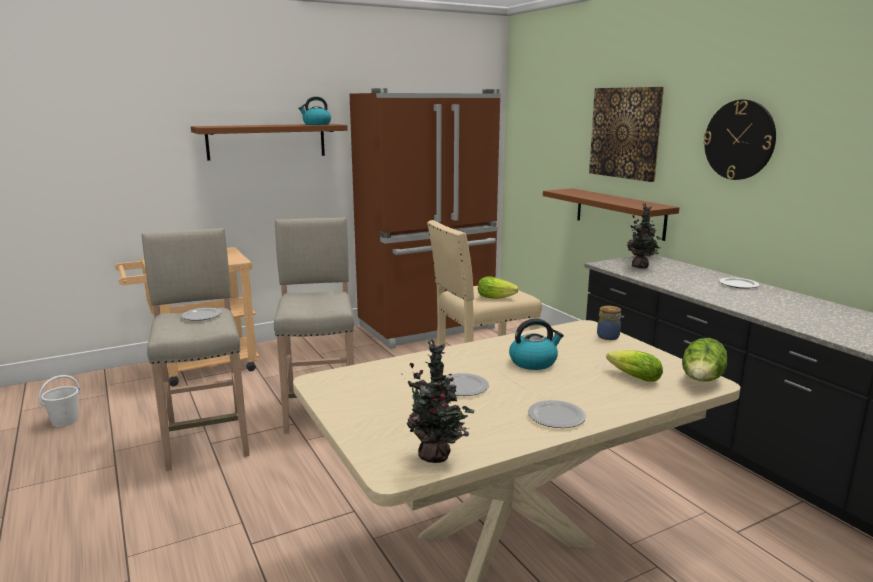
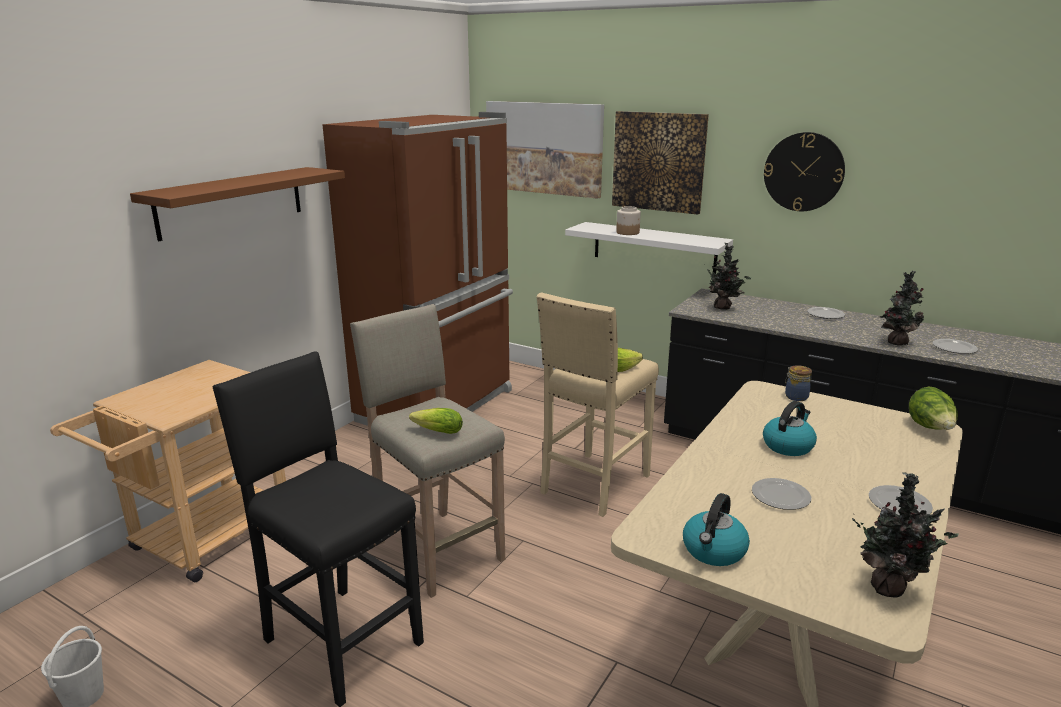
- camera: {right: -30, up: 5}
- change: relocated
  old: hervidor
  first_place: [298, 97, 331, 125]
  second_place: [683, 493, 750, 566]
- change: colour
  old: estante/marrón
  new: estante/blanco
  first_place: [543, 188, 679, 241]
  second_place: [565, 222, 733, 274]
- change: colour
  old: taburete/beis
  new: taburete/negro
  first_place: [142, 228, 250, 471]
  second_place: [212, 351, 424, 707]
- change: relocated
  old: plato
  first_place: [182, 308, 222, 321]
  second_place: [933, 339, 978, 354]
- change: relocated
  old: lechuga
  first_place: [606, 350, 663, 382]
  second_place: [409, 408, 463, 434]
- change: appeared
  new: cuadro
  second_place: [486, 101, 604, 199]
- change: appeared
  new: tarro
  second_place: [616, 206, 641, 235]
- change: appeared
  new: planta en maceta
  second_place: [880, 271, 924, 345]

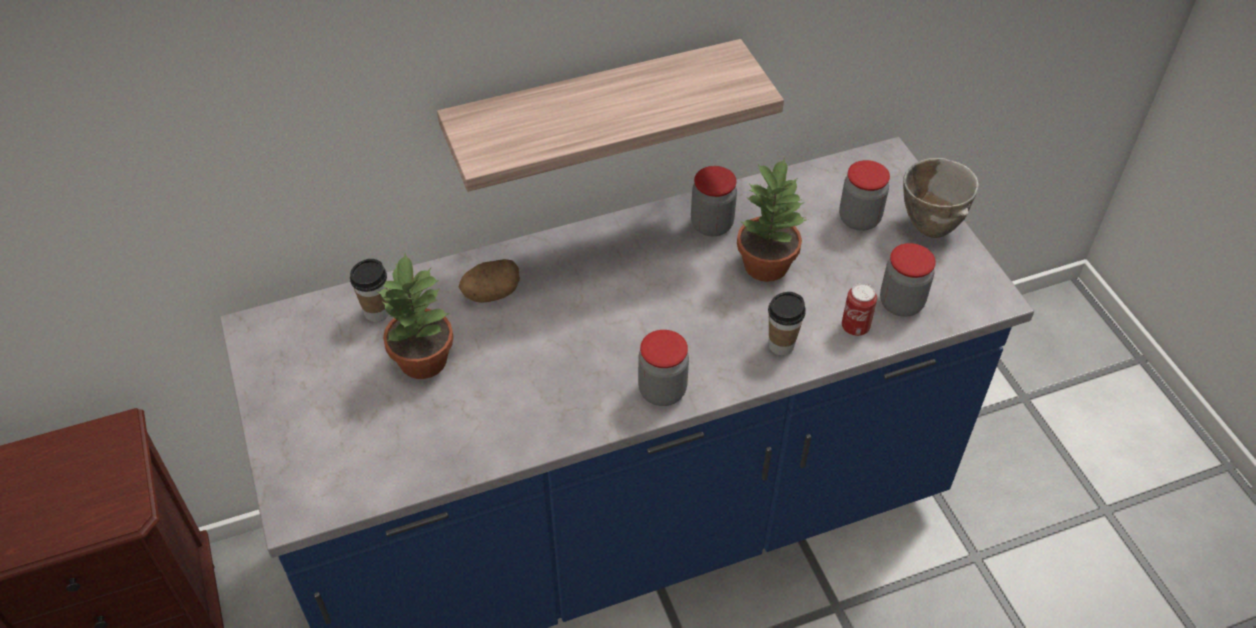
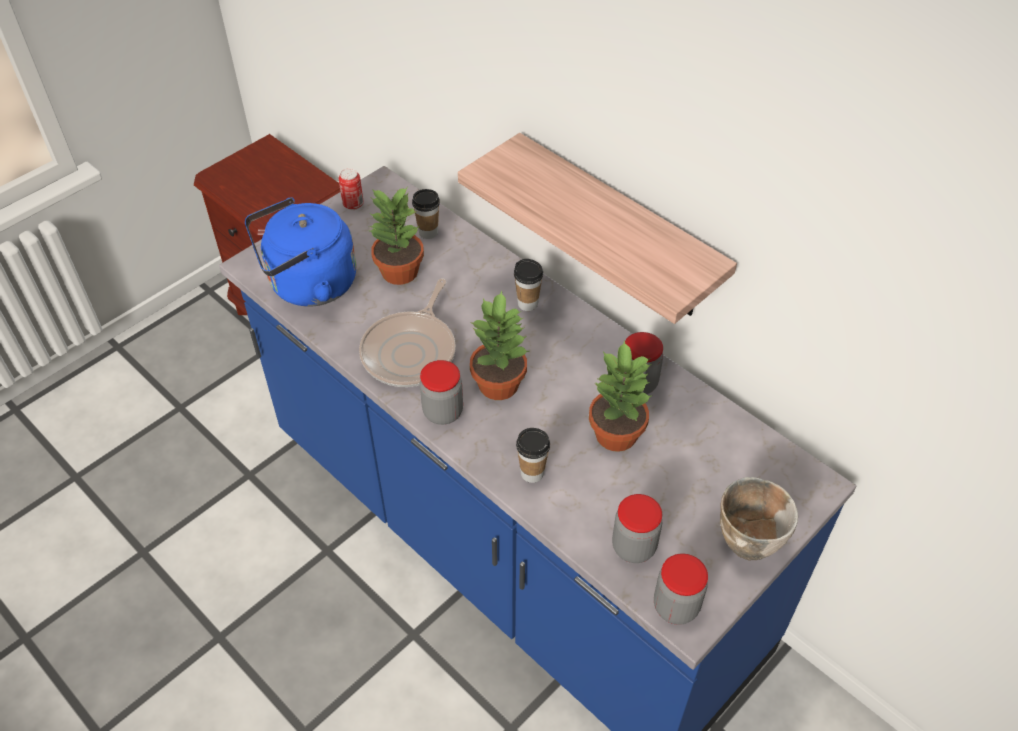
- camera: {right: 65, up: 0}
- change: relocated
  old: tarro
  first_place: [839, 160, 890, 231]
  second_place: [654, 553, 708, 625]
- change: missing
  old: patata
  first_place: [459, 259, 520, 303]
- change: relocated
  old: lata
  first_place: [842, 283, 877, 336]
  second_place: [339, 168, 364, 210]
- change: appeared
  new: hervidor/azul
  second_place: [245, 197, 356, 307]
- change: appeared
  new: taza
  second_place: [514, 259, 543, 311]
- change: appeared
  new: sartén
  second_place: [359, 279, 456, 387]
- change: appeared
  new: planta en maceta
  second_place: [470, 291, 529, 400]

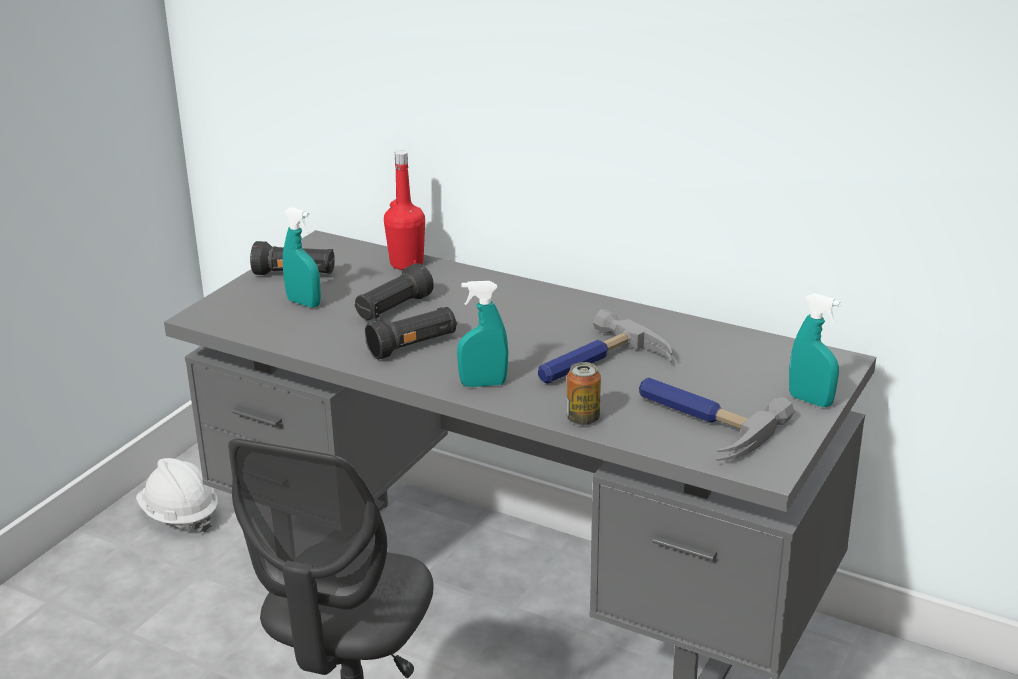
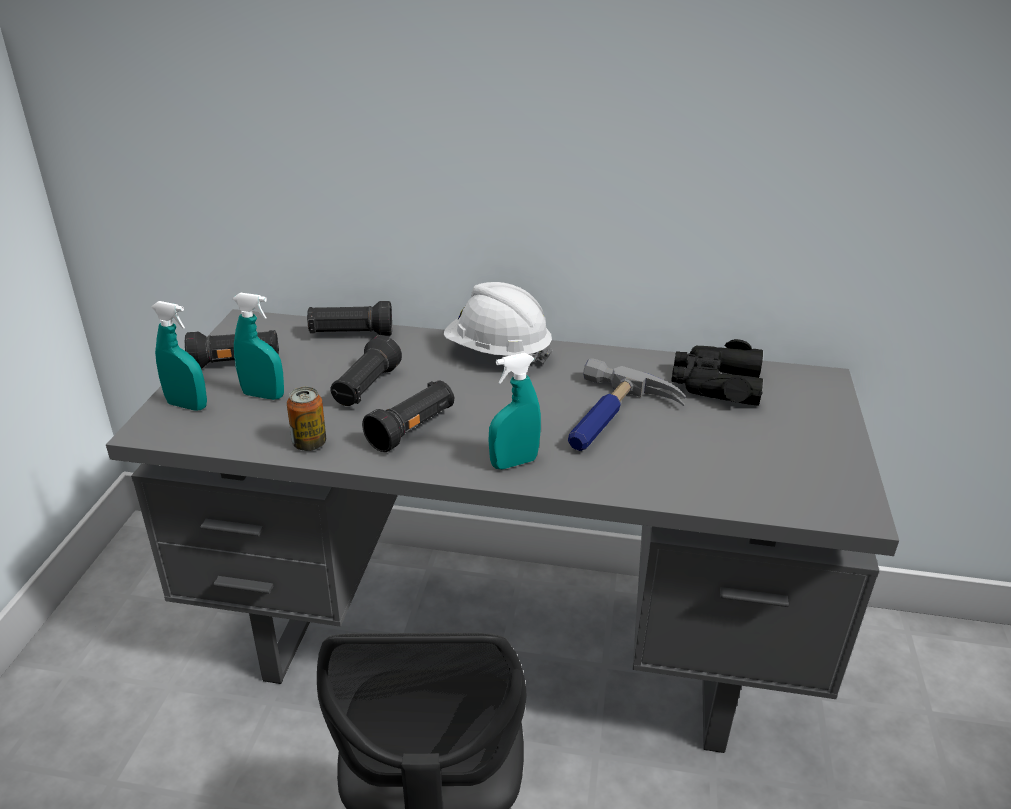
- camera: {right: -20, up: 5}
- change: exchanged
  old: botella/rojo
  new: linterna/negro
  first_place: [384, 150, 425, 270]
  second_place: [307, 301, 392, 336]
- change: relocated
  old: pulverizador/turquesa
  first_place: [789, 293, 841, 407]
  second_place: [151, 301, 207, 411]
- change: relocated
  old: lata
  first_place: [566, 362, 601, 425]
  second_place: [287, 387, 326, 451]
- change: missing
  old: martillo
  first_place: [639, 377, 795, 461]
- change: relocated
  old: casco/blanco
  first_place: [136, 458, 218, 532]
  second_place: [444, 282, 553, 364]
- change: appeared
  new: prismáticos/negro
  second_place: [671, 339, 763, 406]

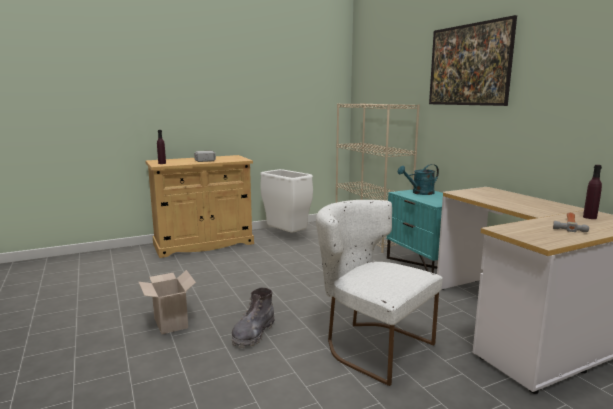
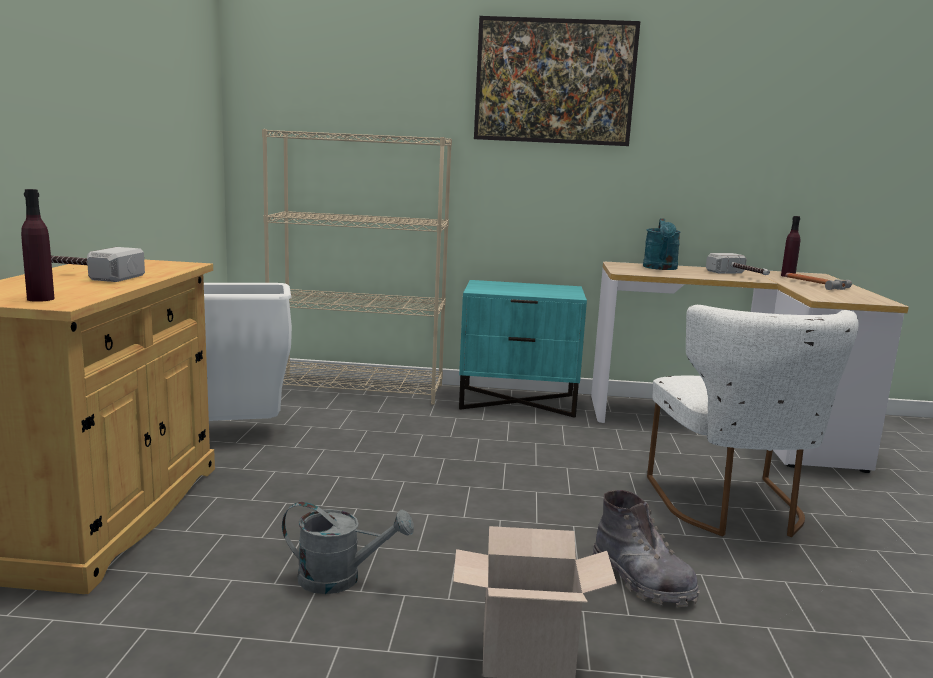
- camera: {right: -60, up: 0}
- change: relocated
  old: regadera/turquesa
  first_place: [398, 164, 439, 195]
  second_place: [643, 218, 681, 270]
- change: spun
  old: silla/blanco
  first_place: [316, 200, 443, 386]
  second_place: [647, 305, 859, 537]
  degrees: -75
- change: appeared
  new: martillo
  second_place: [706, 253, 770, 275]
- change: appeared
  new: regadera/gris
  second_place: [282, 502, 414, 594]

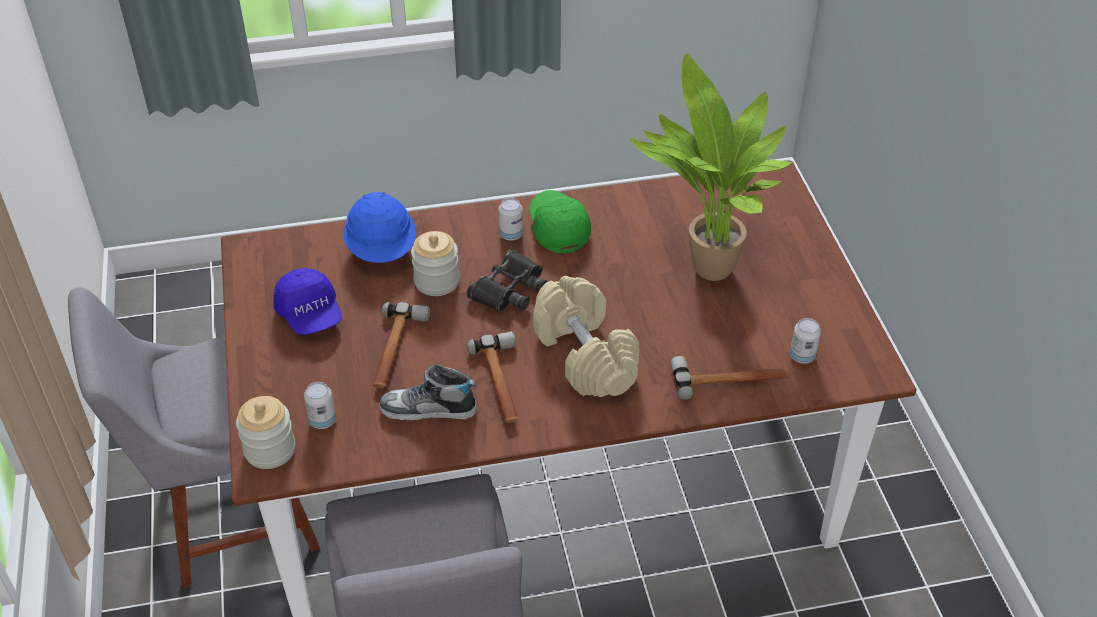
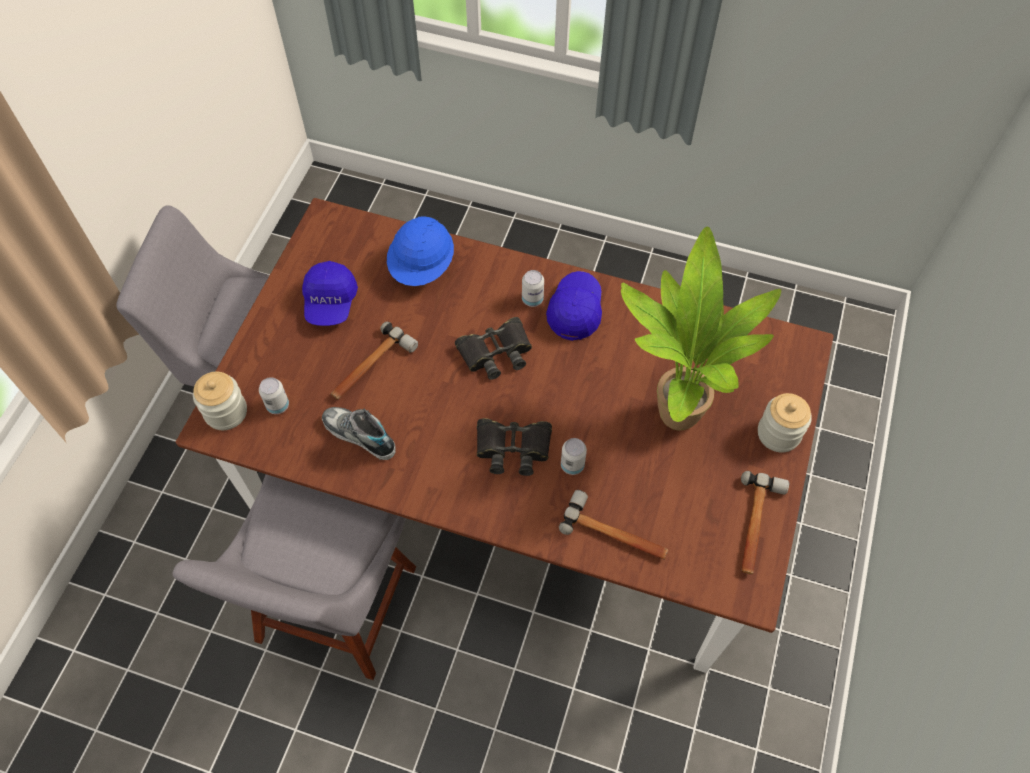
- camera: {right: 30, up: 15}
- change: colour
  old: gorra/verde
  new: gorra/azul
  first_place: [529, 190, 591, 253]
  second_place: [546, 271, 602, 341]
- change: relocated
  old: tarro
  first_place: [411, 231, 460, 296]
  second_place: [758, 393, 812, 452]
- change: exchanged
  old: mancuerna/beis
  new: prismáticos/negro
  first_place: [533, 276, 639, 397]
  second_place: [477, 418, 552, 476]
- change: relocated
  old: lata
  first_place: [790, 318, 821, 364]
  second_place: [561, 438, 587, 475]
- change: relocated
  old: martillo
  first_place: [466, 332, 518, 423]
  second_place: [741, 471, 789, 574]

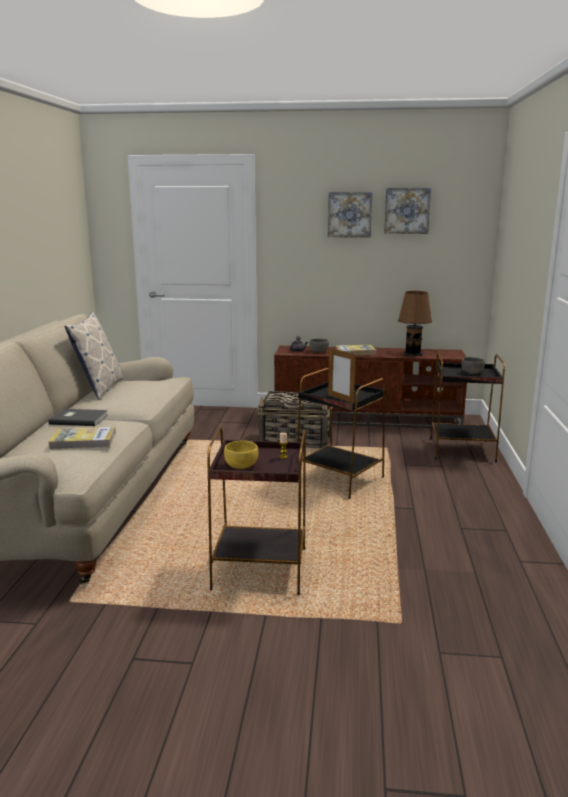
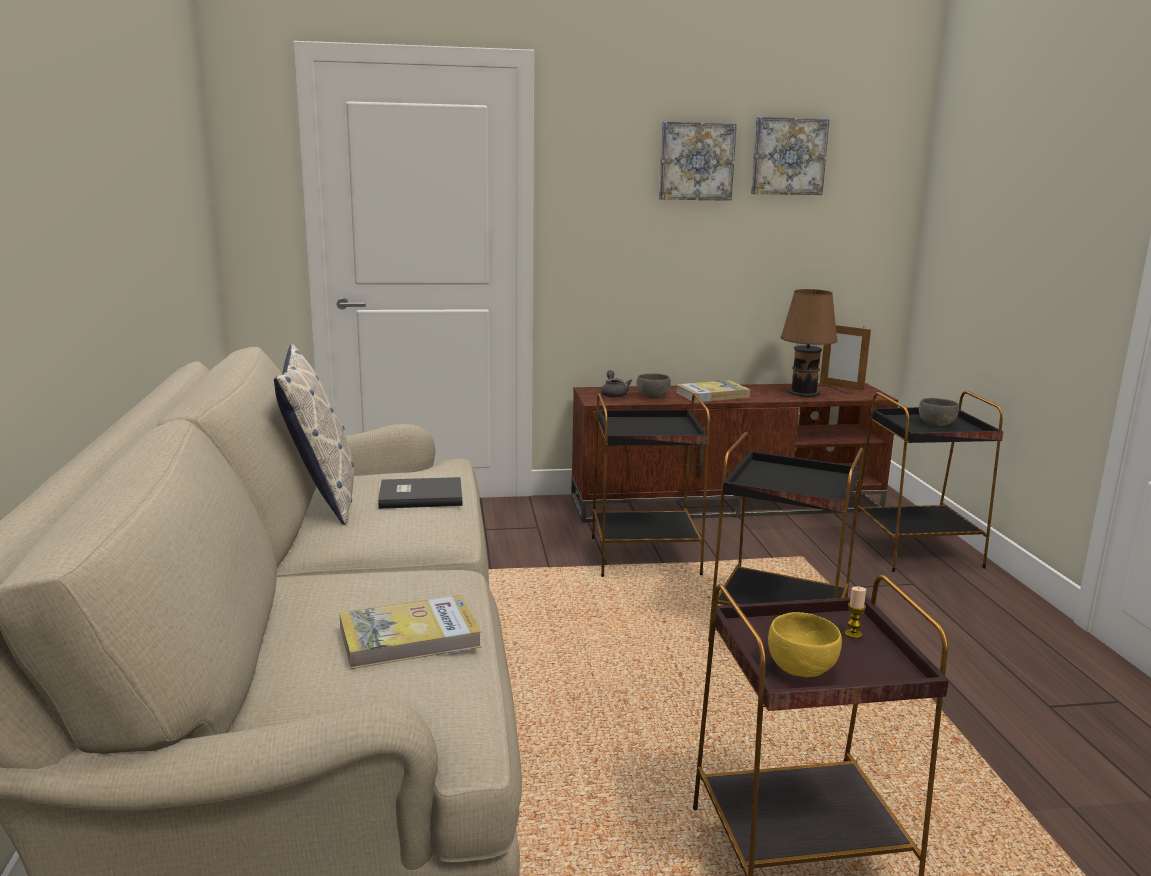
- camera: {right: -15, up: 0}
- change: relocated
  old: portarretratos
  first_place: [328, 348, 356, 403]
  second_place: [820, 325, 871, 391]
- change: exchanged
  old: cesta
  new: mesa auxiliar/negro
  first_place: [257, 391, 332, 448]
  second_place: [592, 393, 710, 577]
- change: relocated
  old: libro/gris
  first_place: [48, 409, 108, 426]
  second_place: [378, 477, 462, 509]

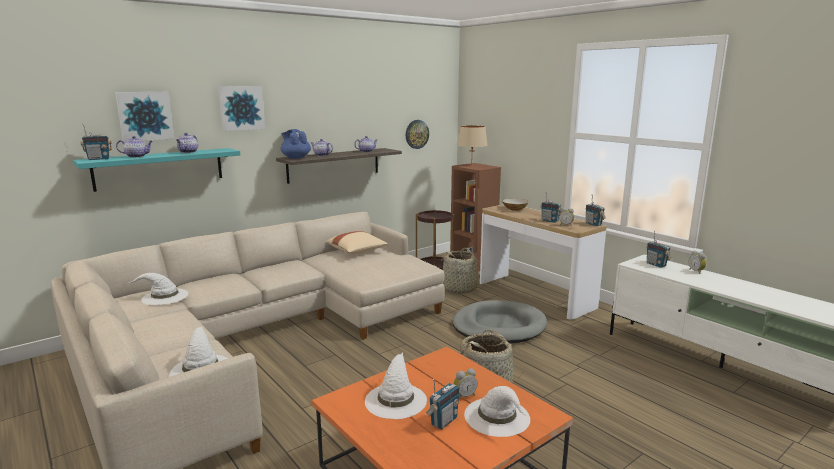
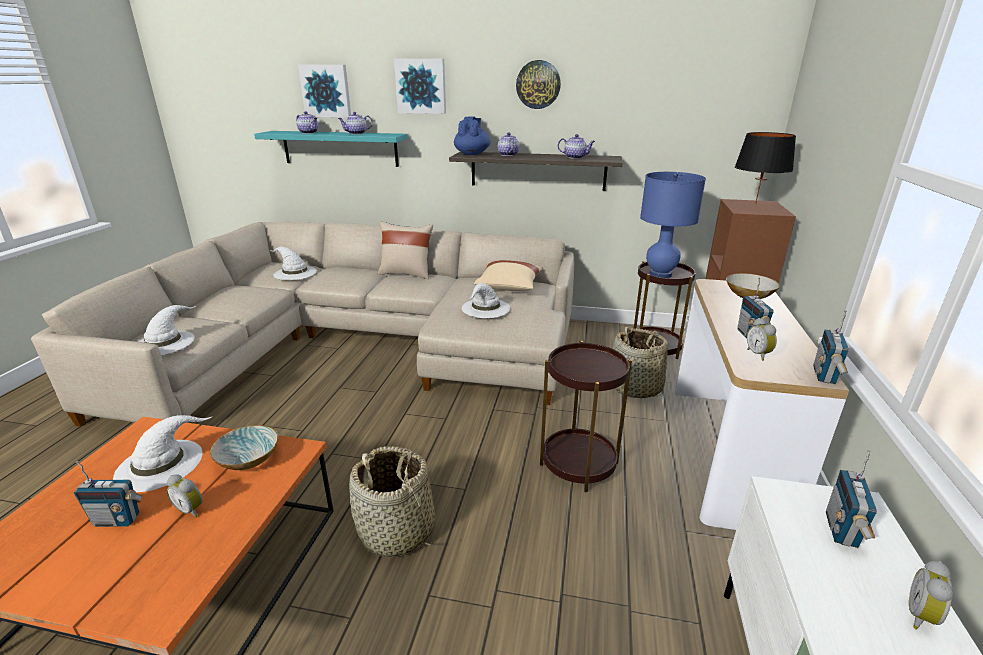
- camera: {right: 50, up: 10}
- change: relocated
  old: reloj de pared
  first_place: [406, 120, 429, 149]
  second_place: [516, 60, 561, 109]
- change: missing
  old: radio
  first_place: [80, 124, 111, 160]
- change: colour
  old: lámpara de mesa/beis
  new: lámpara de mesa/negro
  first_place: [457, 125, 487, 165]
  second_place: [735, 132, 796, 204]
- change: exchanged
  old: cama para perro/gris
  new: mesa auxiliar/marrón
  first_place: [453, 300, 547, 343]
  second_place: [540, 341, 632, 492]
- change: relocated
  old: sombrero/blanco
  first_place: [464, 386, 530, 437]
  second_place: [462, 283, 510, 318]
- change: appeared
  new: lámpara de mesa/azul
  second_place: [640, 172, 706, 278]
- change: appeared
  new: cojín/beis
  second_place: [378, 221, 433, 279]
- change: appeared
  new: cuenco
  second_place: [210, 425, 279, 470]

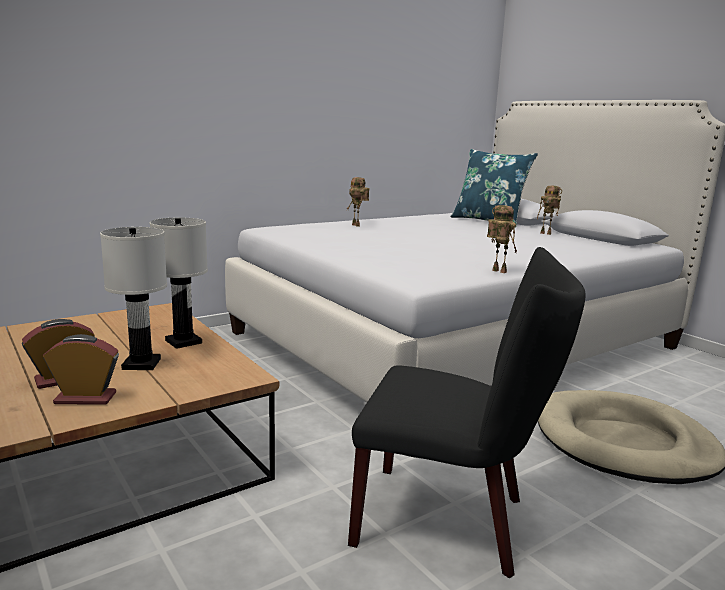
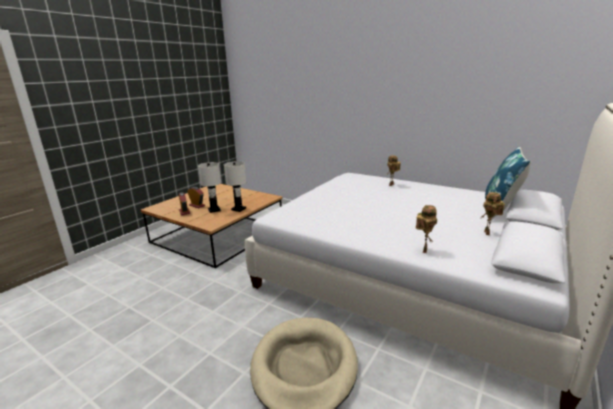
- camera: {right: 70, up: 5}
- change: relocated
  old: robot de juguete
  first_place: [487, 205, 517, 273]
  second_place: [416, 205, 437, 253]
- change: missing
  old: silla/negro
  first_place: [348, 247, 586, 578]

